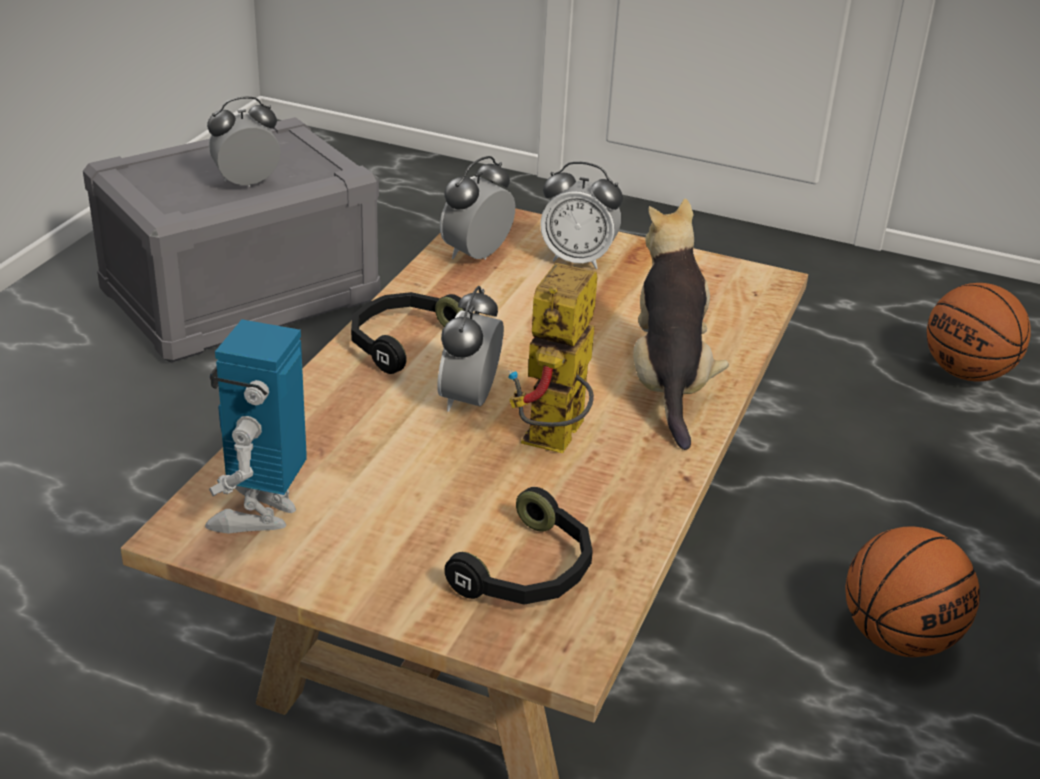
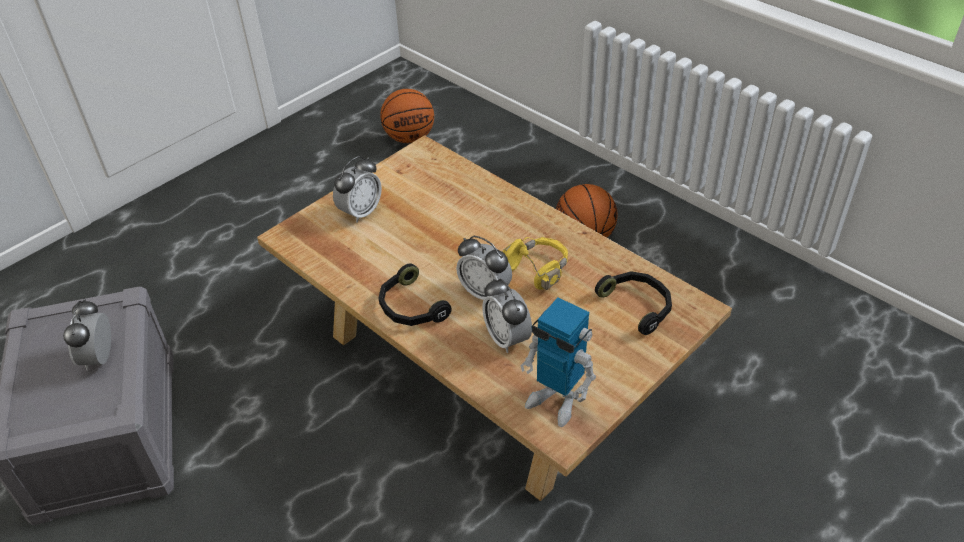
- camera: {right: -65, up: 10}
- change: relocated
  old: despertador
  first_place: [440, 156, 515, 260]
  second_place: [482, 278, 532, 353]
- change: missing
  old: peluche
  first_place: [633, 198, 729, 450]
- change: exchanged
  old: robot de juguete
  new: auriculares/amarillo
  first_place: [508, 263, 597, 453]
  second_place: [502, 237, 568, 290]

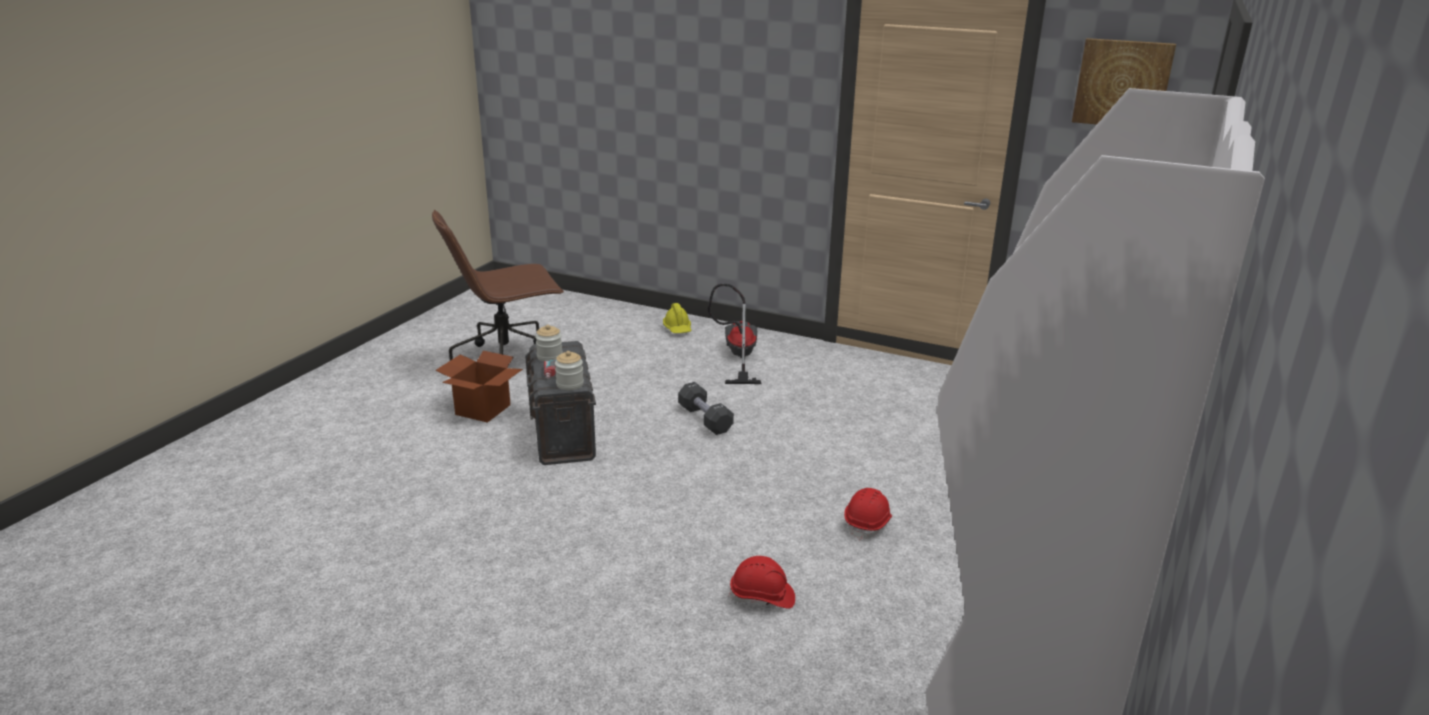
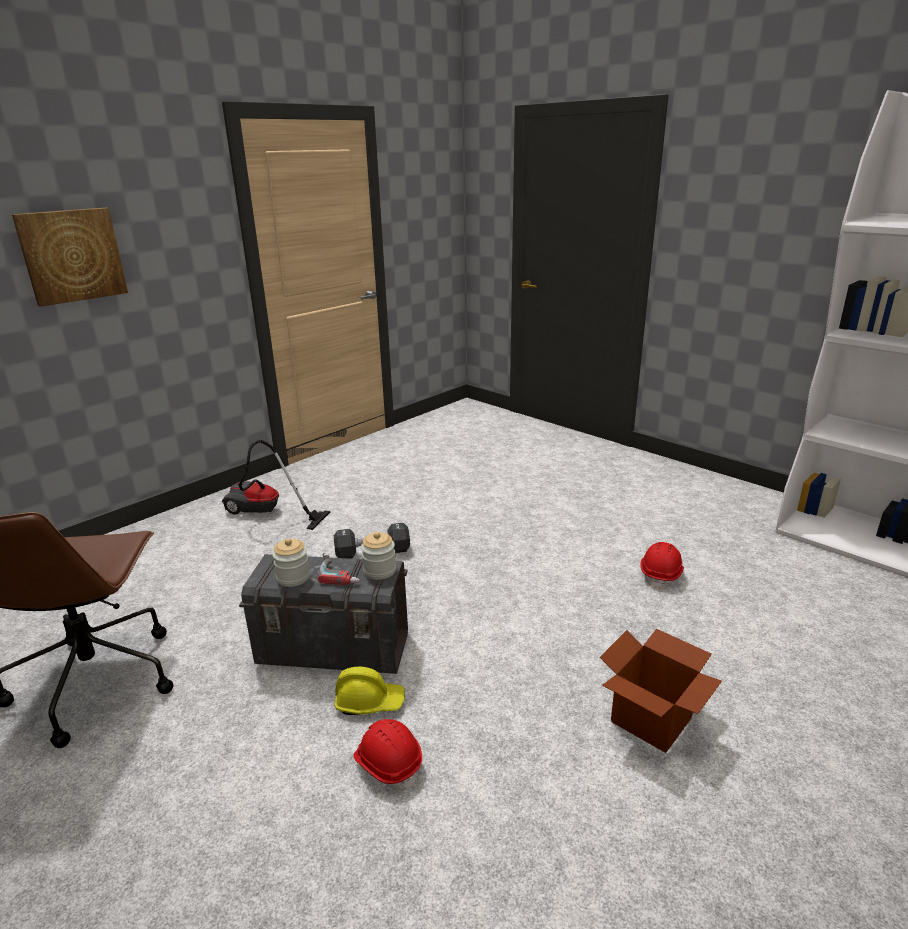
- camera: {right: -70, up: 0}
- change: relocated
  old: cuadro
  first_place: [1072, 38, 1176, 124]
  second_place: [12, 208, 128, 307]
- change: relocated
  old: casco/amarillo
  first_place: [663, 303, 691, 333]
  second_place: [335, 667, 405, 715]
- change: relocated
  old: caja de cartón
  first_place: [435, 351, 523, 423]
  second_place: [600, 629, 722, 753]
- change: relocated
  old: casco/rojo
  first_place: [844, 488, 892, 541]
  second_place: [354, 719, 422, 791]

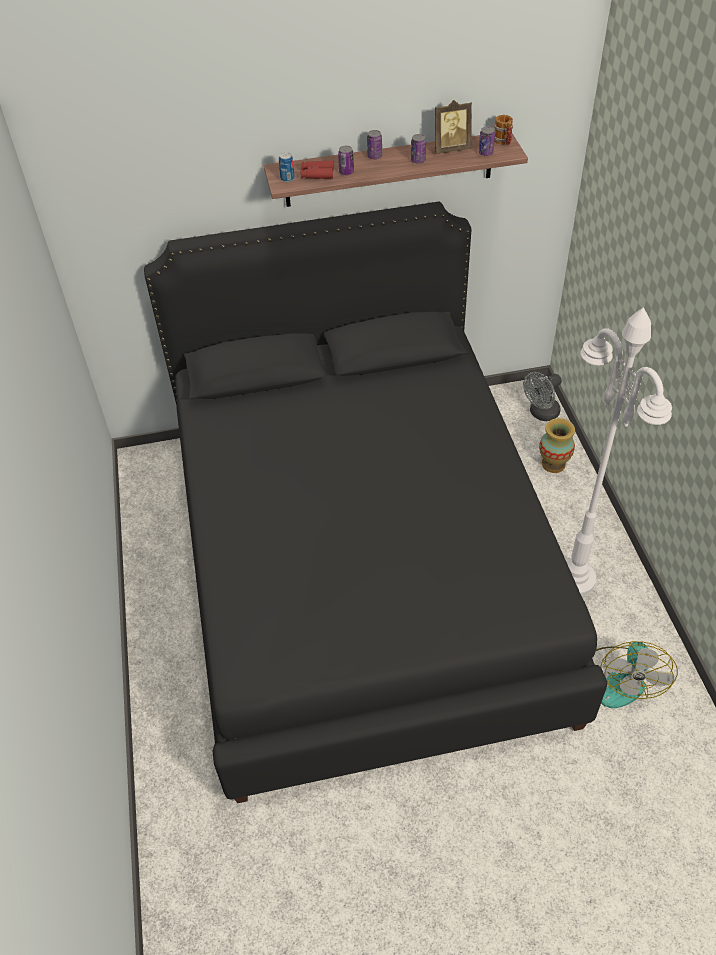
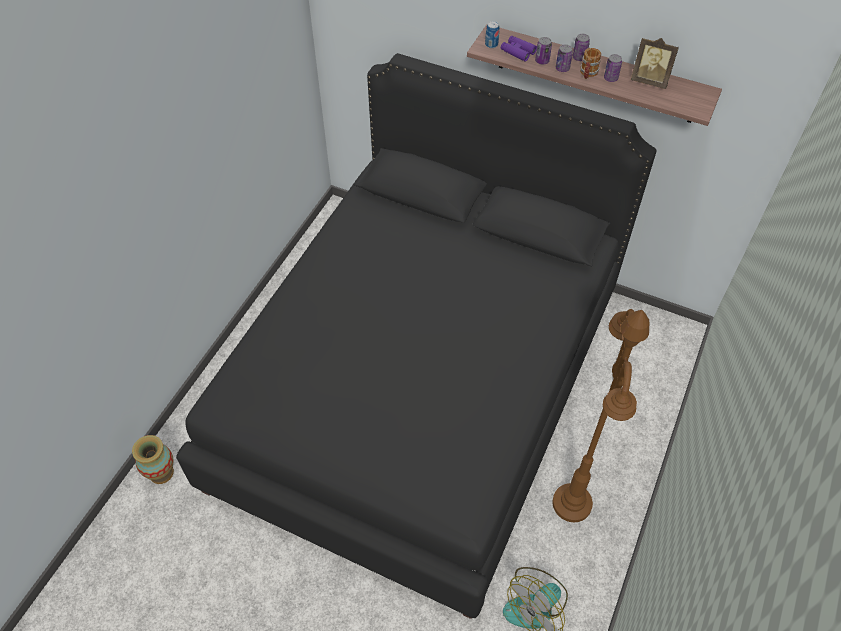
- camera: {right: 35, up: 5}
- change: relocated
  old: taza grande
  first_place: [494, 115, 513, 146]
  second_place: [580, 48, 601, 79]
- change: relocated
  old: lata
  first_place: [479, 127, 495, 156]
  second_place: [556, 44, 573, 72]
- change: colour
  old: prismáticos/rojo
  new: prismáticos/morado
  first_place: [301, 160, 334, 179]
  second_place: [501, 36, 537, 61]
- change: colour
  old: lámpara de pie/blanco
  new: lámpara de pie/marrón
  first_place: [566, 307, 672, 596]
  second_place: [553, 309, 649, 522]
- change: missing
  old: ventilador/gris
  first_place: [523, 372, 562, 421]
- change: relocated
  old: florero
  first_place: [539, 418, 575, 473]
  second_place: [132, 435, 174, 484]

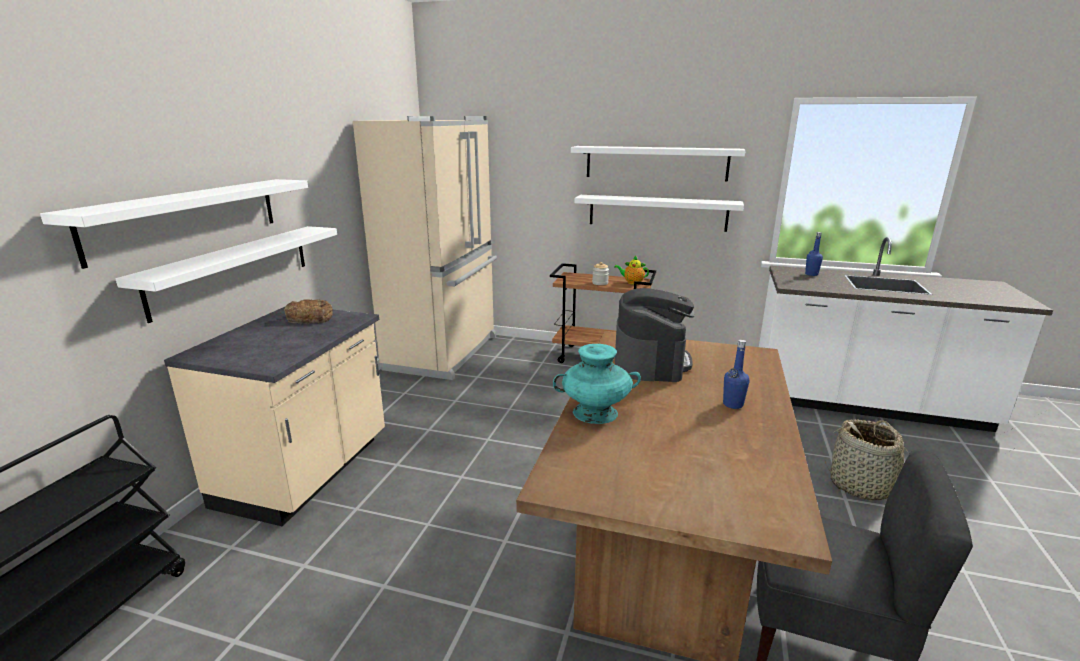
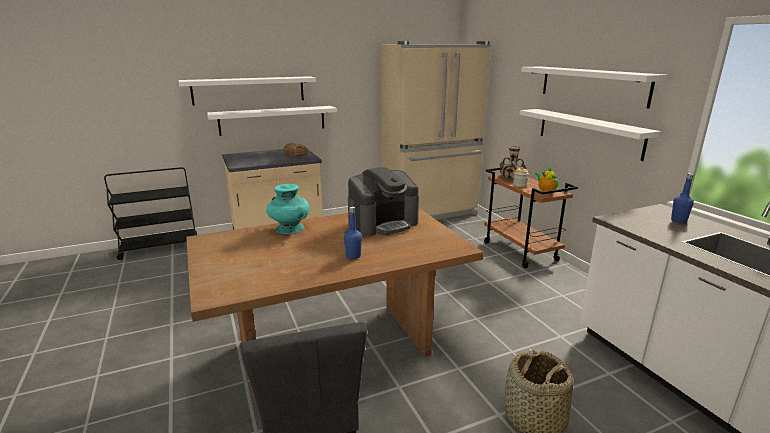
- camera: {right: 50, up: 0}
- change: appeared
  new: florero
  second_place: [499, 146, 526, 179]

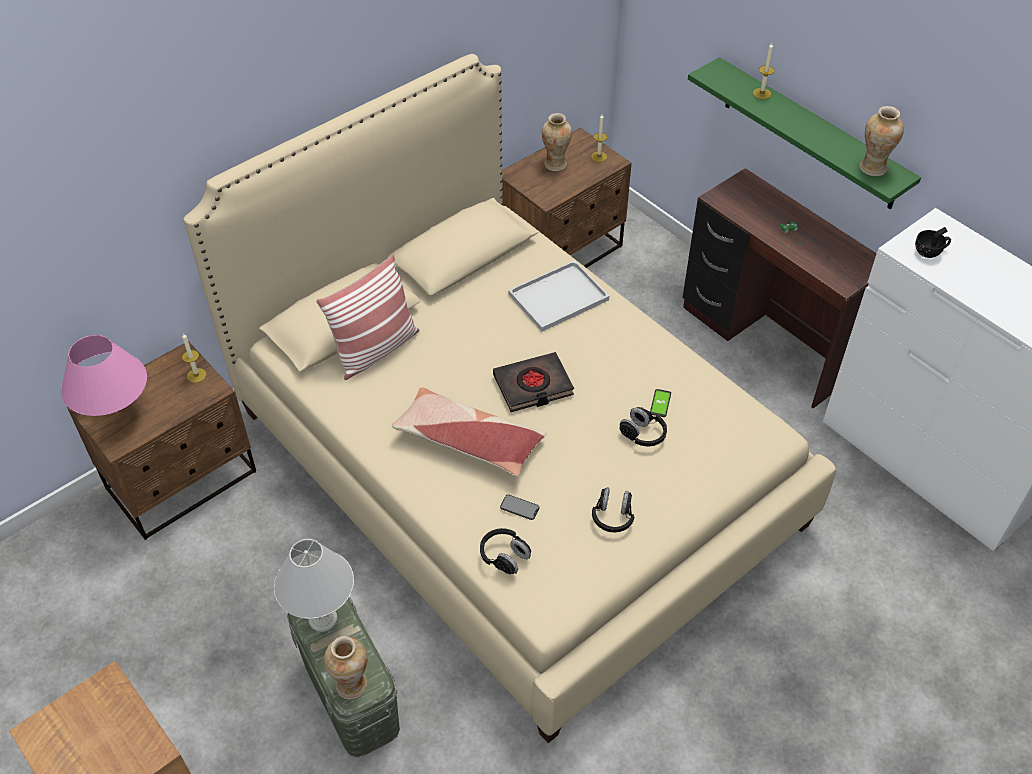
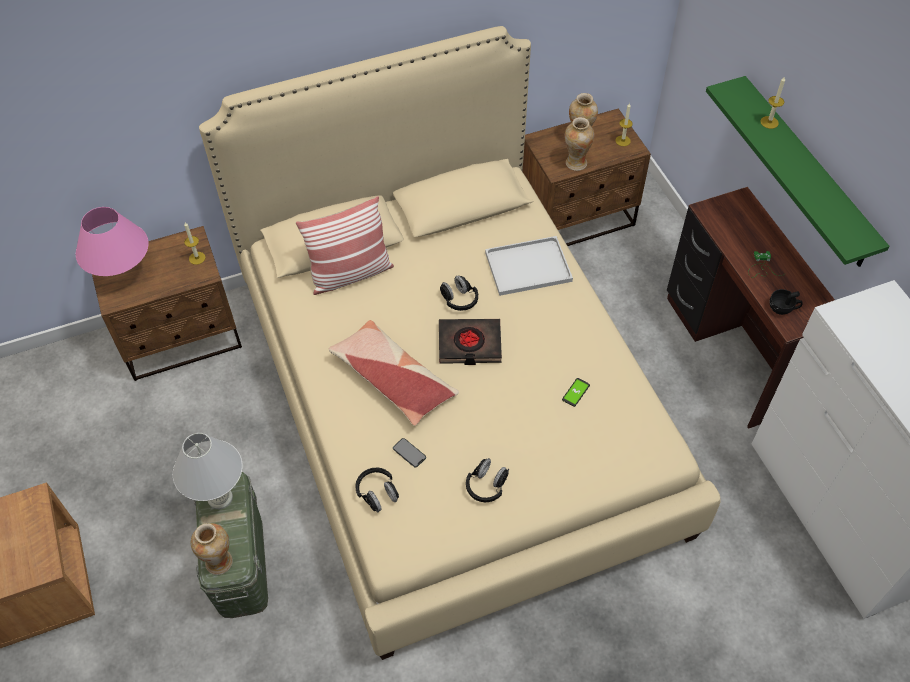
- camera: {right: 20, up: 5}
- change: relocated
  old: florero
  first_place: [860, 106, 904, 176]
  second_place: [565, 117, 594, 171]
- change: relocated
  old: taza/negro
  first_place: [915, 227, 951, 258]
  second_place: [770, 289, 803, 315]
- change: relocated
  old: auriculares/negro
  first_place: [619, 407, 667, 447]
  second_place: [440, 276, 478, 311]

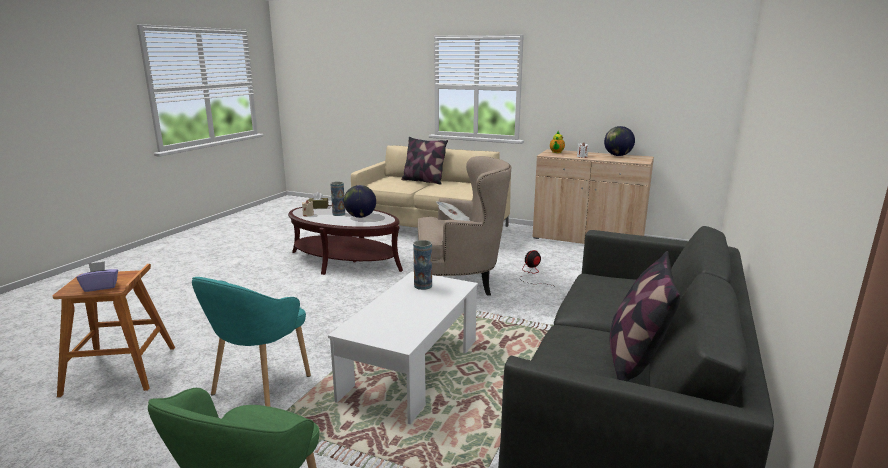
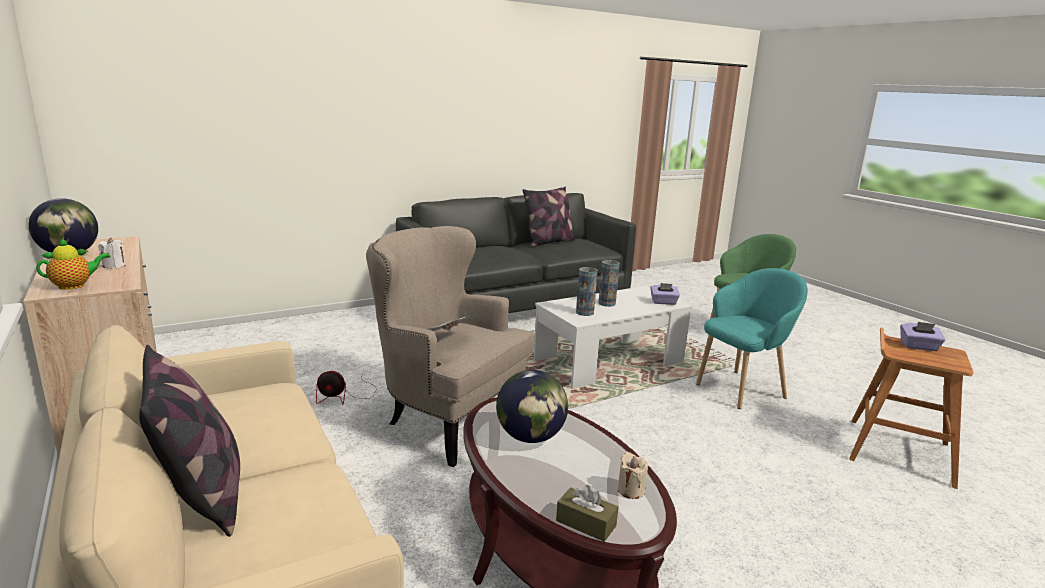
- camera: {right: -145, up: 0}
- change: relocated
  old: florero
  first_place: [330, 182, 345, 216]
  second_place: [598, 260, 620, 307]
- change: appeared
  new: caja de pañuelos/morado
  second_place: [650, 283, 680, 305]

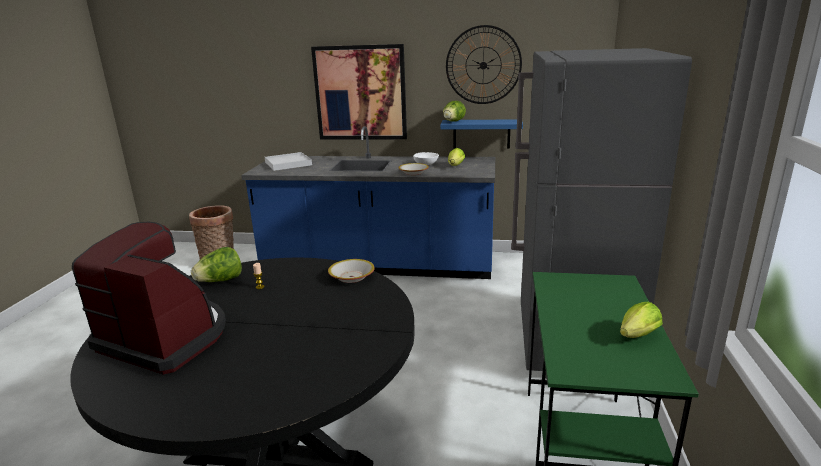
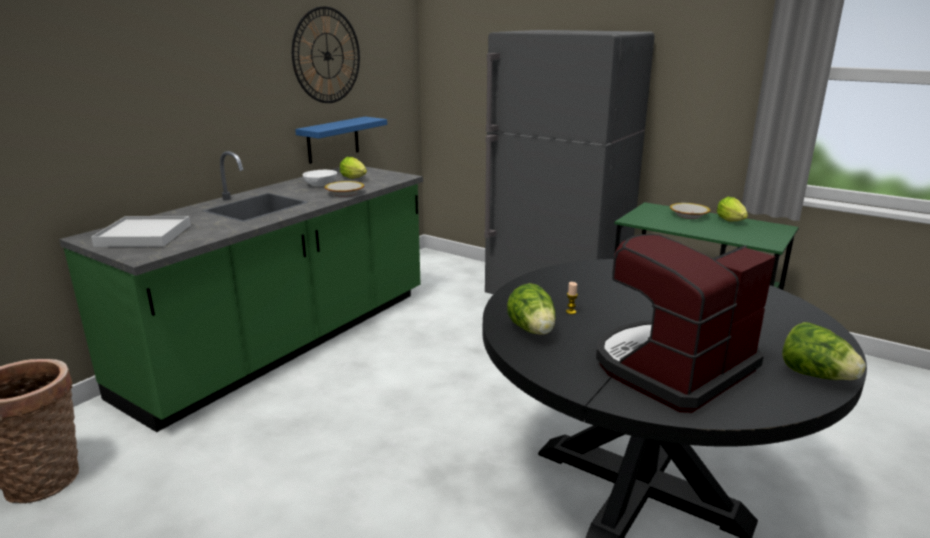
- camera: {right: -65, up: 0}
- change: missing
  old: cuadro
  first_place: [311, 44, 407, 139]
- change: relocated
  old: lechuga
  first_place: [443, 101, 466, 122]
  second_place: [782, 322, 866, 380]
- change: colour
  old: mueble bajo de cocina/azul
  new: mueble bajo de cocina/verde
  first_place: [241, 126, 495, 279]
  second_place: [59, 151, 423, 432]
- change: relocated
  old: cuenco
  first_place: [328, 259, 375, 283]
  second_place: [670, 203, 710, 219]

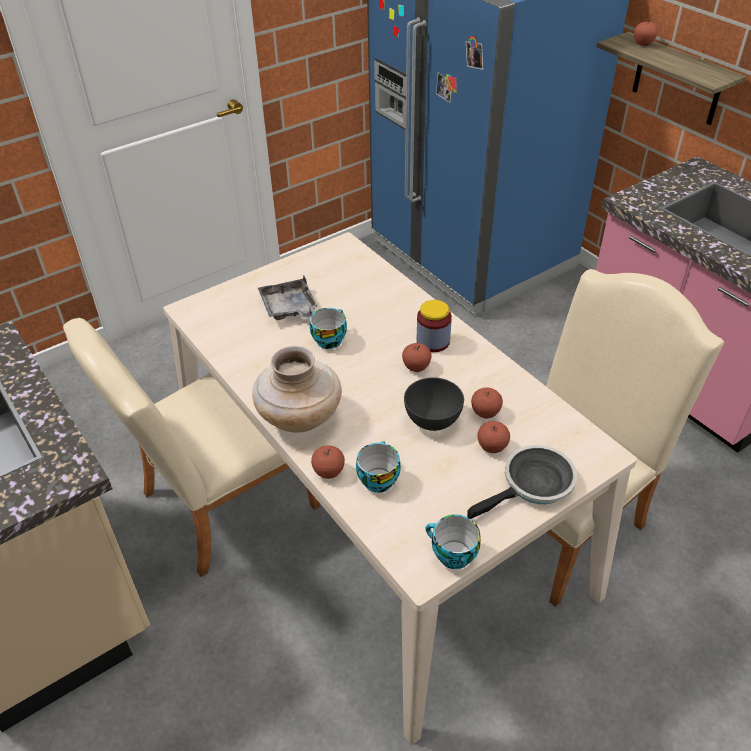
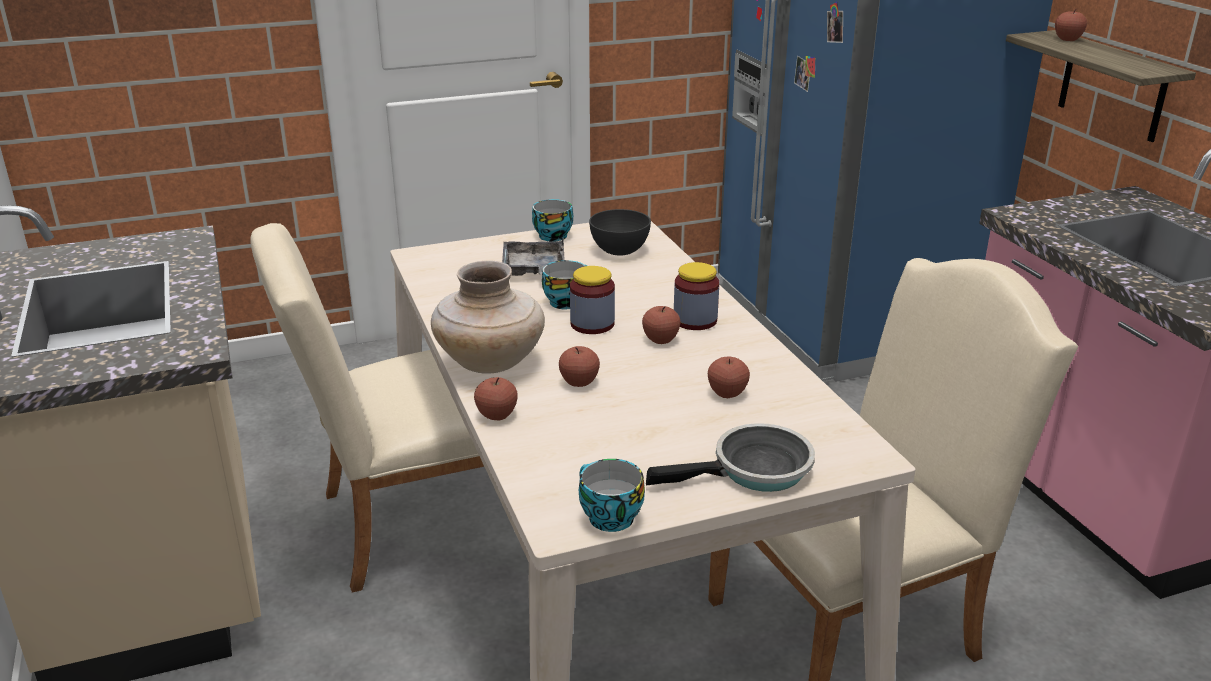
- camera: {right: 15, up: -15}
- change: relocated
  old: cuenco/gris
  first_place: [404, 377, 464, 431]
  second_place: [589, 209, 651, 256]
- change: relocated
  old: manzana
  first_place: [477, 421, 510, 453]
  second_place: [559, 346, 600, 387]
- change: relocated
  old: taza
  first_place: [356, 441, 401, 493]
  second_place: [532, 199, 573, 241]
- change: appeared
  new: tarro
  second_place: [570, 266, 615, 334]

